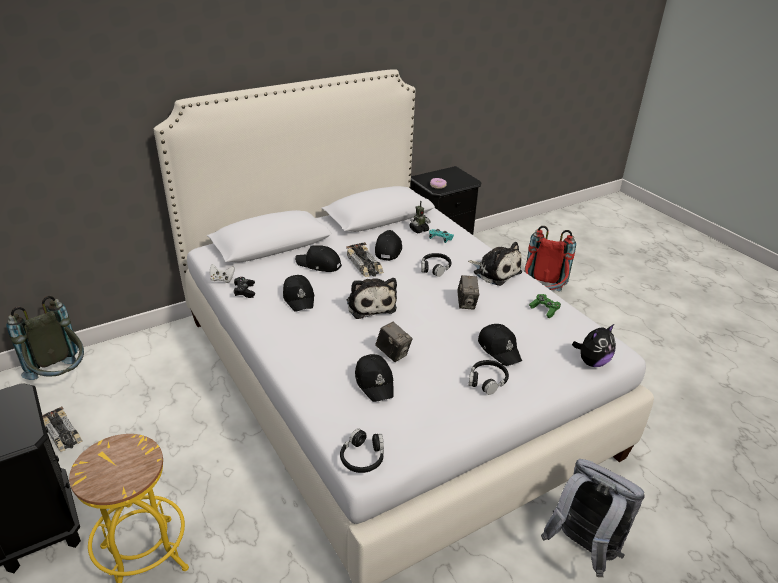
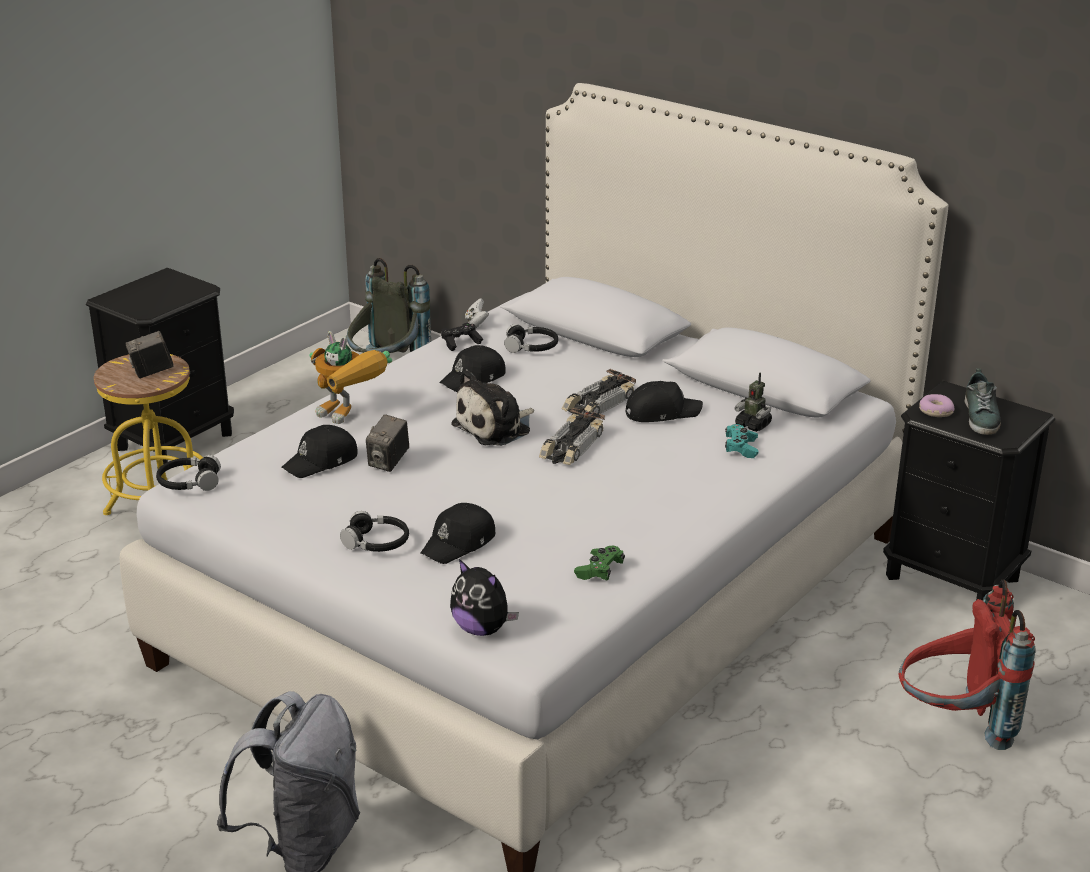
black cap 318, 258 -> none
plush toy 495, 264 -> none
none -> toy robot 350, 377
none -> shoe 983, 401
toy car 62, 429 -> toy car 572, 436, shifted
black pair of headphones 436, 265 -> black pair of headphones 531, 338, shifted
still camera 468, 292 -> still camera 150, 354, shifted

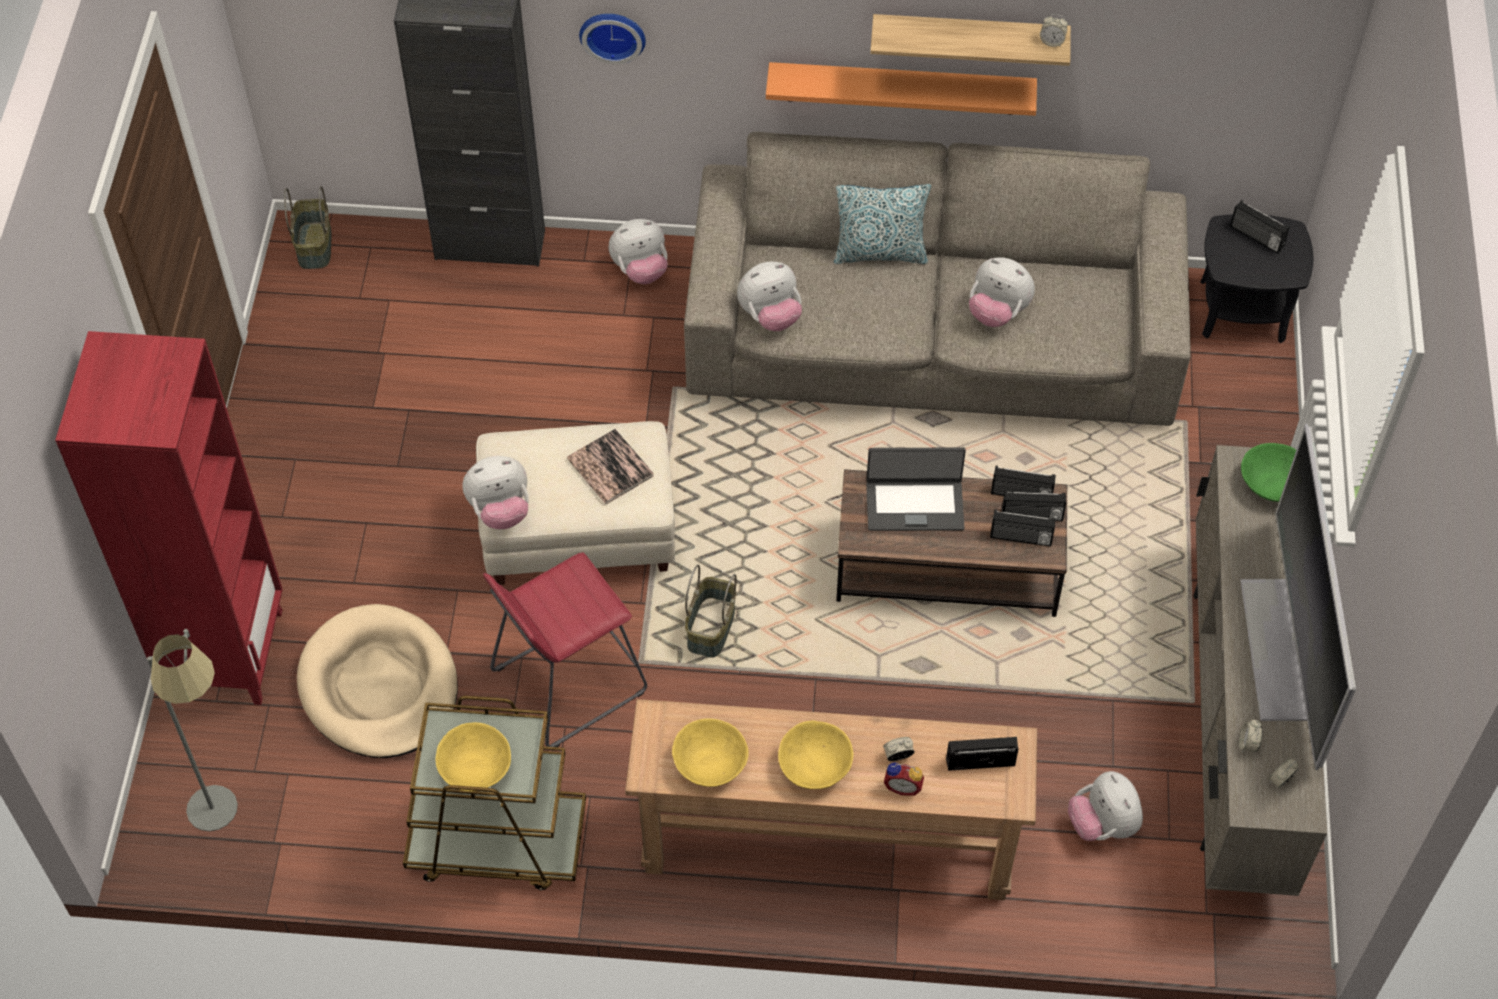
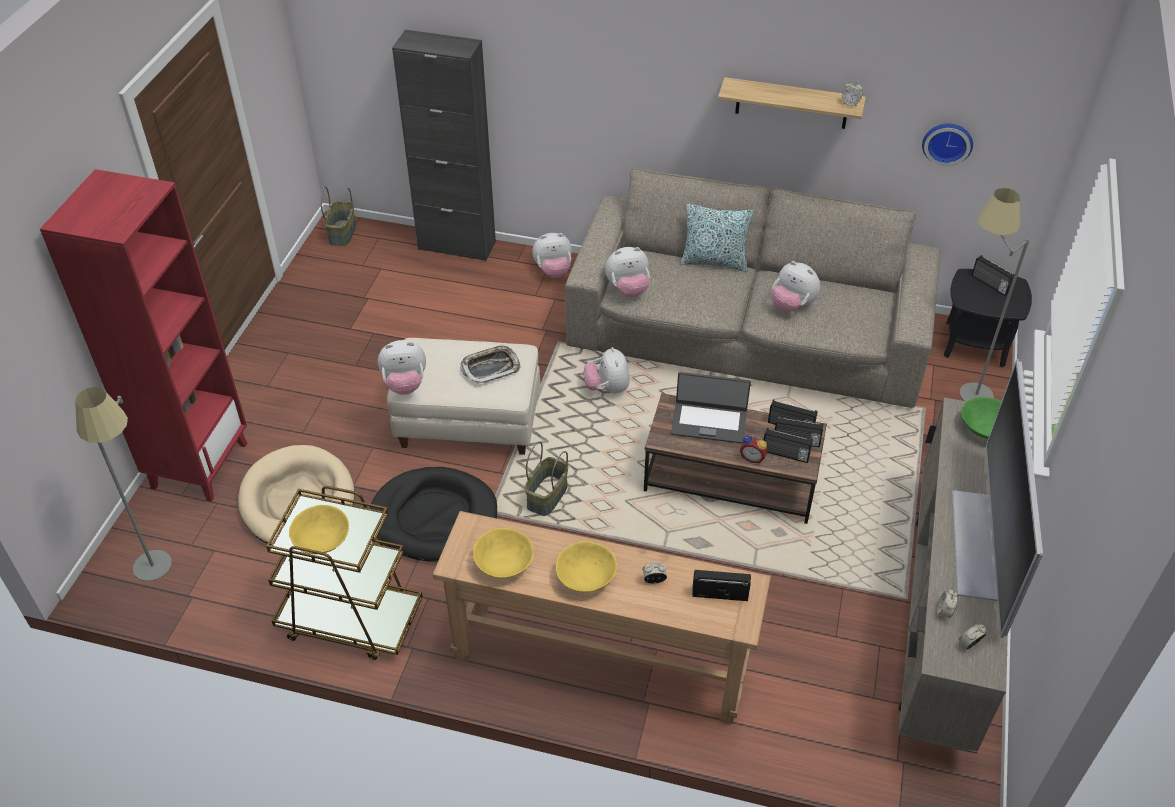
orange-coloured wall shelf 901, 89 -> none
none -> grey standing lamp 994, 294
wall clock 612, 39 -> wall clock 947, 145, shifted
bedside clock 904, 779 -> bedside clock 754, 449, shifted
plush toy 1105, 806 -> plush toy 606, 370, shifted
reddish sitting stool 565, 650 -> black dog cushion 433, 514
bound book 610, 466 -> tray 490, 364

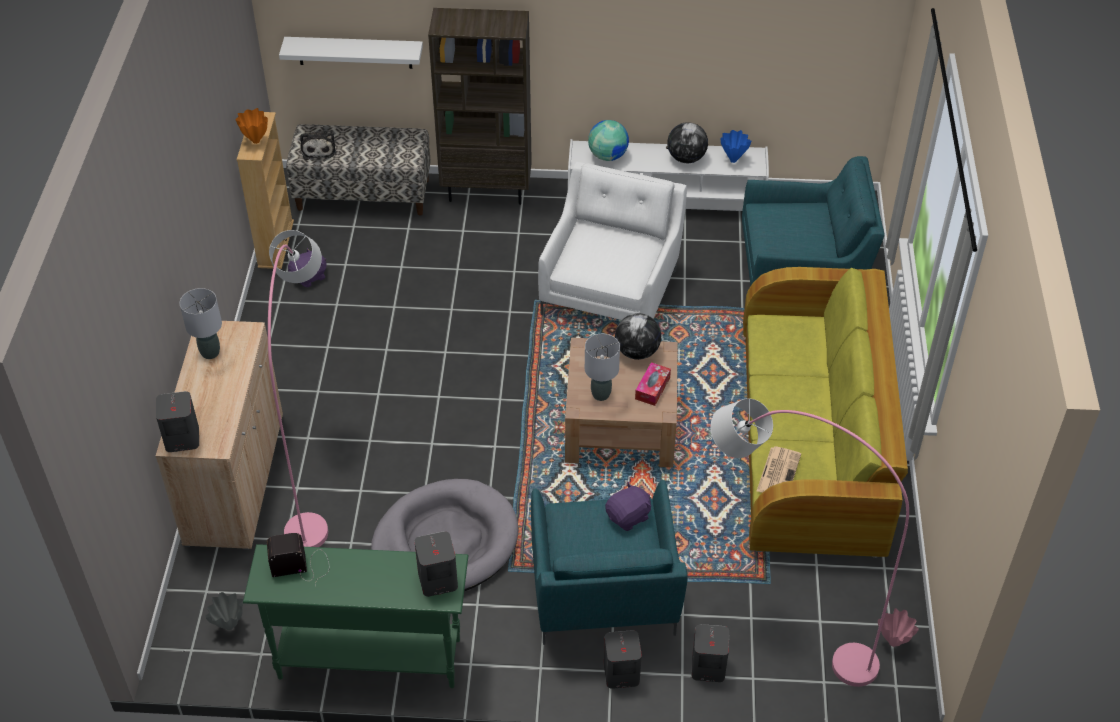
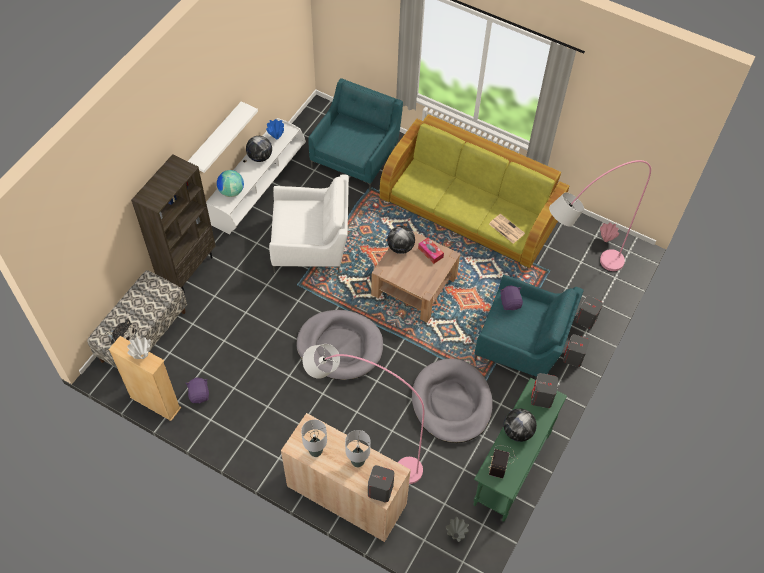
none -> grey dog cushion 339, 345
none -> globe 520, 425
white wall shelf 351, 53 -> white wall shelf 223, 137, shifted
grey table lamp 602, 367 -> grey table lamp 357, 448, shifted
orange-coloured flower vase 251, 126 -> white flower vase 139, 348
white easy chair 612, 241 -> white easy chair 309, 223, 135 degrees clockwise

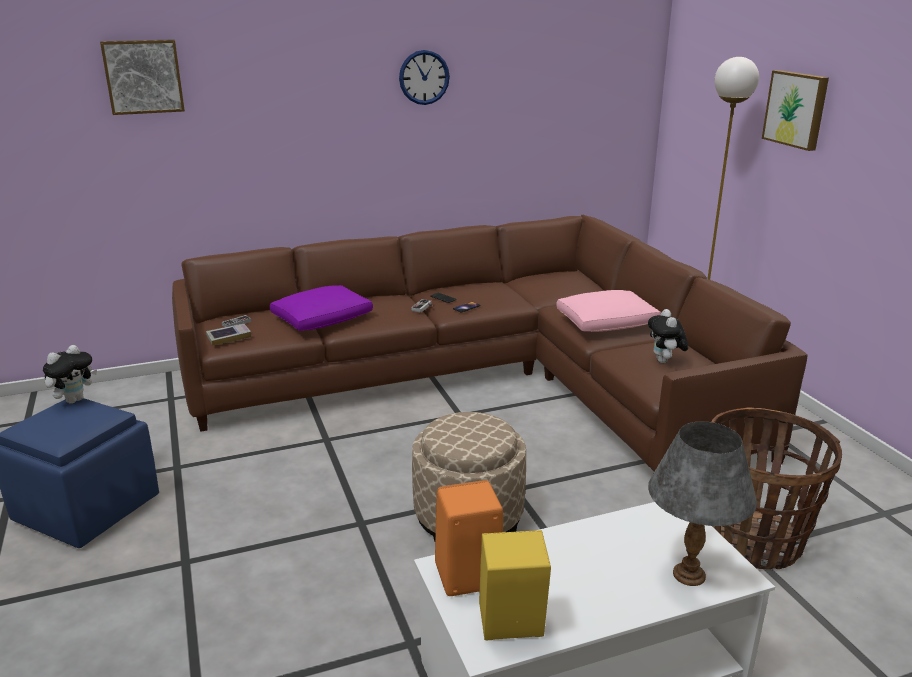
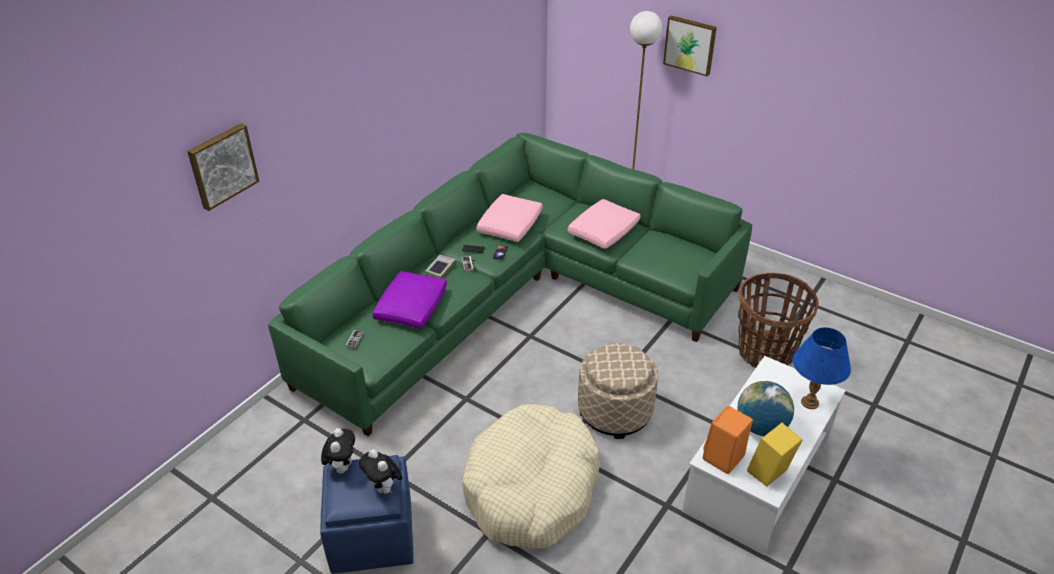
wall clock 424, 77 -> none
none -> sand-coloured dog cushion 531, 476
none -> pink throw pillow 509, 218
none -> globe 765, 408
bound book 228, 335 -> bound book 440, 267, shifted
plush toy 668, 336 -> plush toy 381, 471, shifted
brownish sofa 489, 343 -> green-coloured sofa 510, 284
grey table lamp 702, 503 -> blue table lamp 822, 368

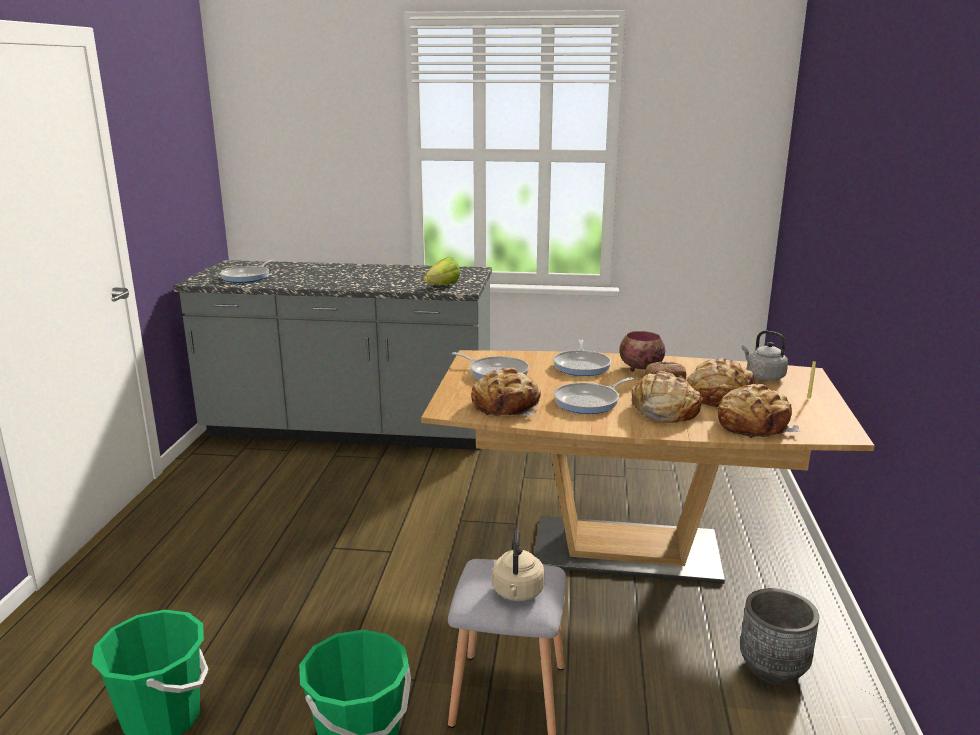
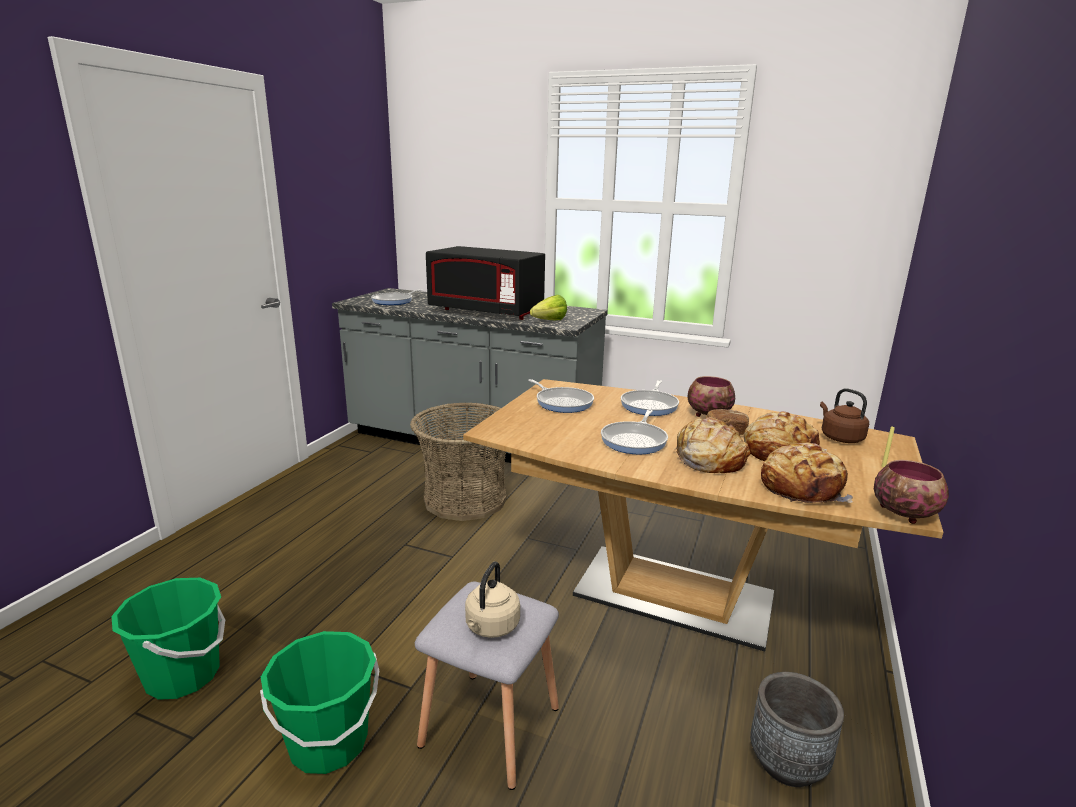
bakery bread 506, 391 -> none
none -> storage basket 458, 461
none -> black microwave oven 485, 283
none -> deep dish 911, 492
grey kettle 765, 356 -> brownish kettle 844, 415
skillet 593, 395 -> skillet 634, 432, 45 degrees counterclockwise

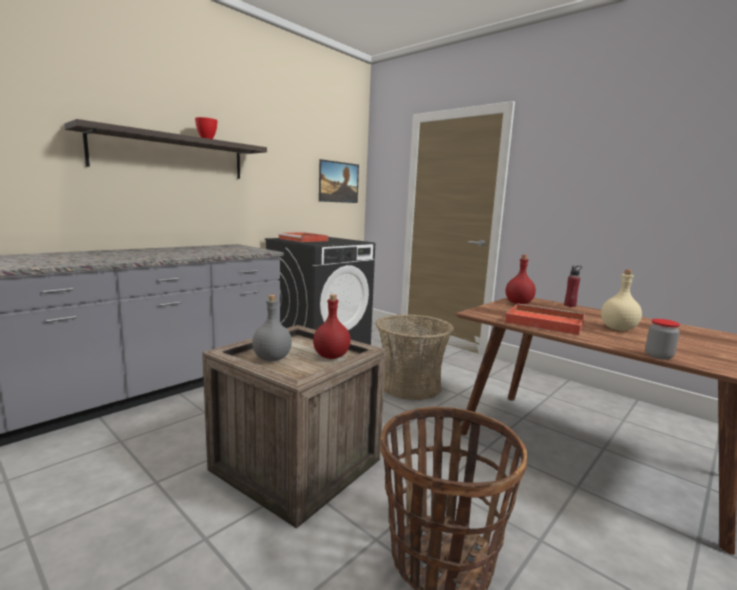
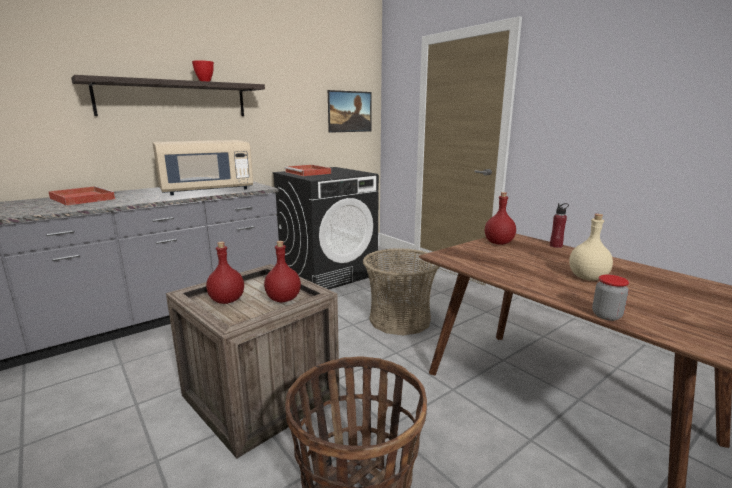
none -> sand-coloured microwave oven 203, 167
reddish tray 545, 319 -> reddish tray 82, 196, shifted
grey bottle 272, 328 -> reddish bottle 225, 273

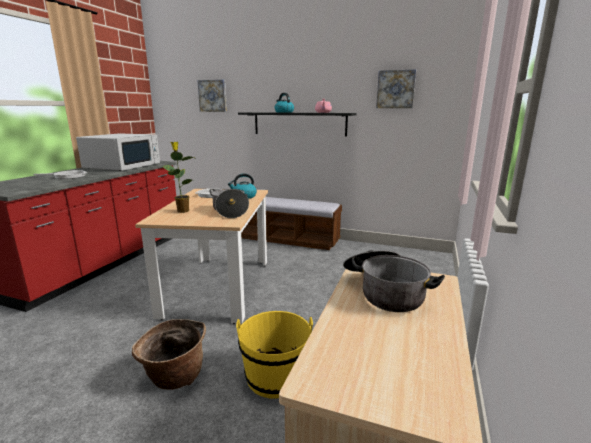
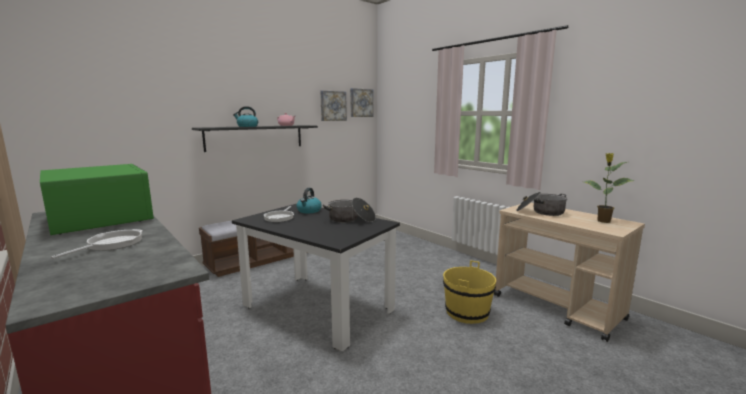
storage basket 169, 354 -> none
houseplant 179, 177 -> houseplant 609, 188, shifted
picture 212, 96 -> picture 362, 102, shifted
white microwave oven 118, 152 -> green-coloured microwave oven 97, 199
sand-coloured kitchen table 201, 256 -> black kitchen table 316, 278

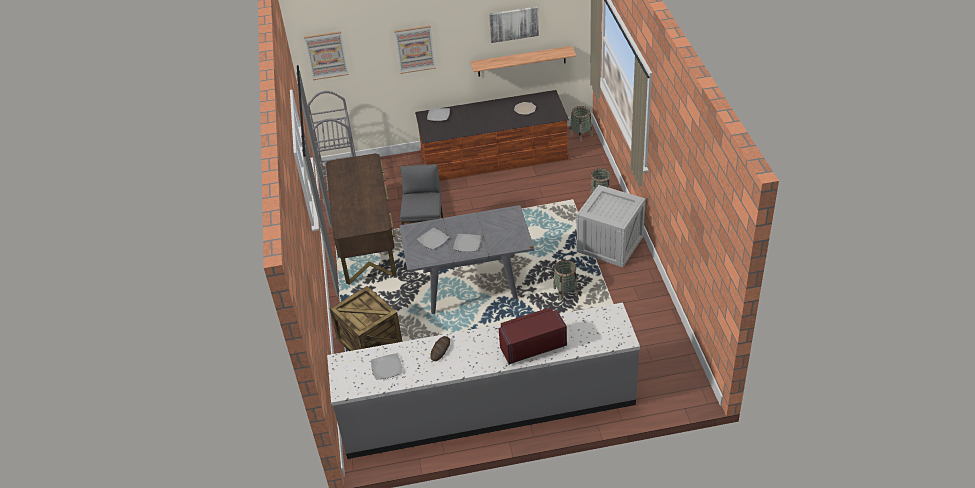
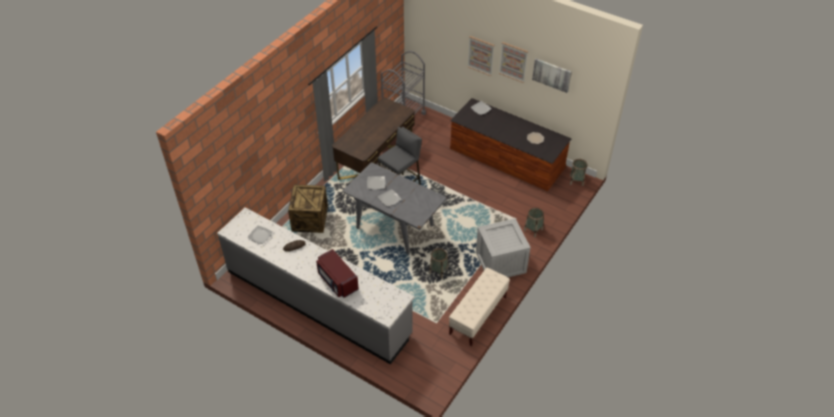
wall shelf 523, 61 -> none
none -> sand-coloured long seat 479, 307
picture 326, 55 -> picture 513, 62, shifted
reddish microwave oven 532, 336 -> reddish microwave oven 337, 273, 150 degrees counterclockwise

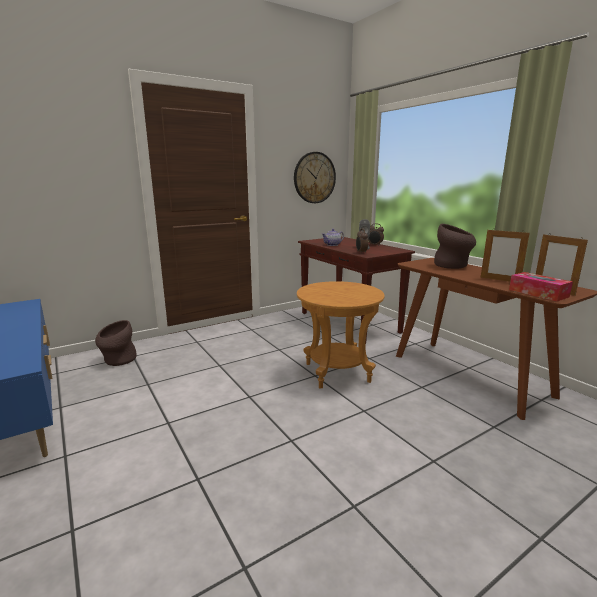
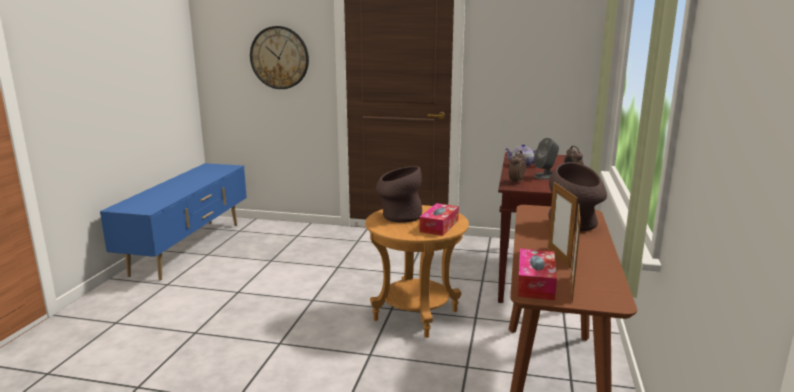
none -> tissue holder 439, 219
brownish flower vase 116, 343 -> brownish flower vase 399, 194, shifted
wall clock 315, 177 -> wall clock 279, 57, shifted

